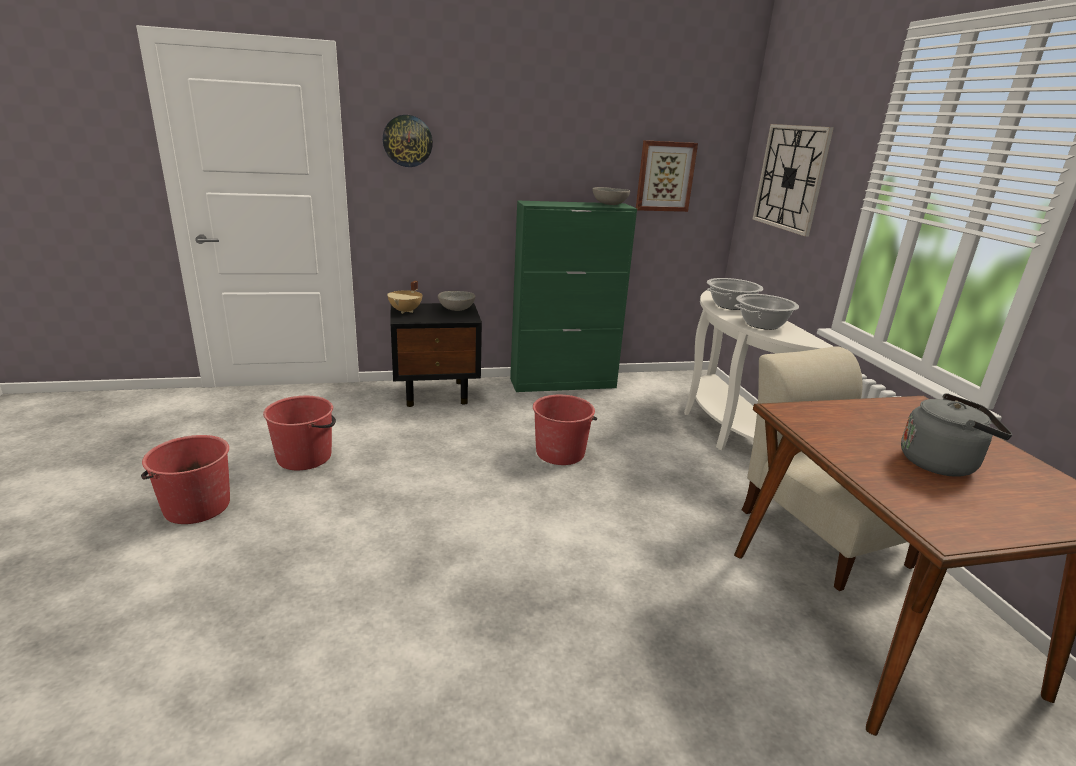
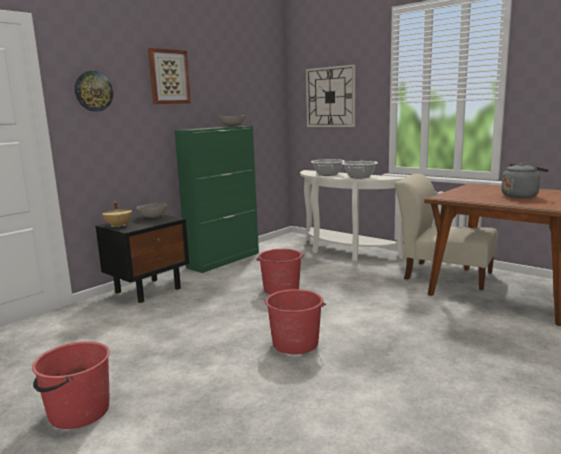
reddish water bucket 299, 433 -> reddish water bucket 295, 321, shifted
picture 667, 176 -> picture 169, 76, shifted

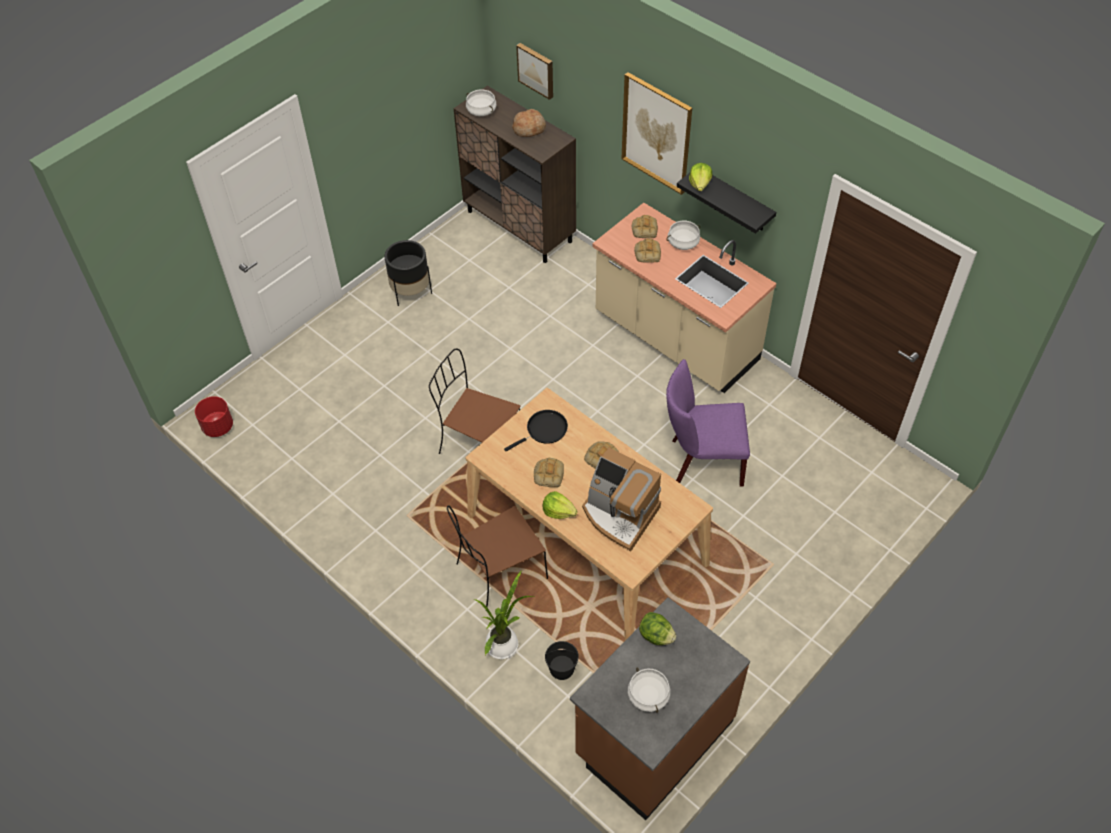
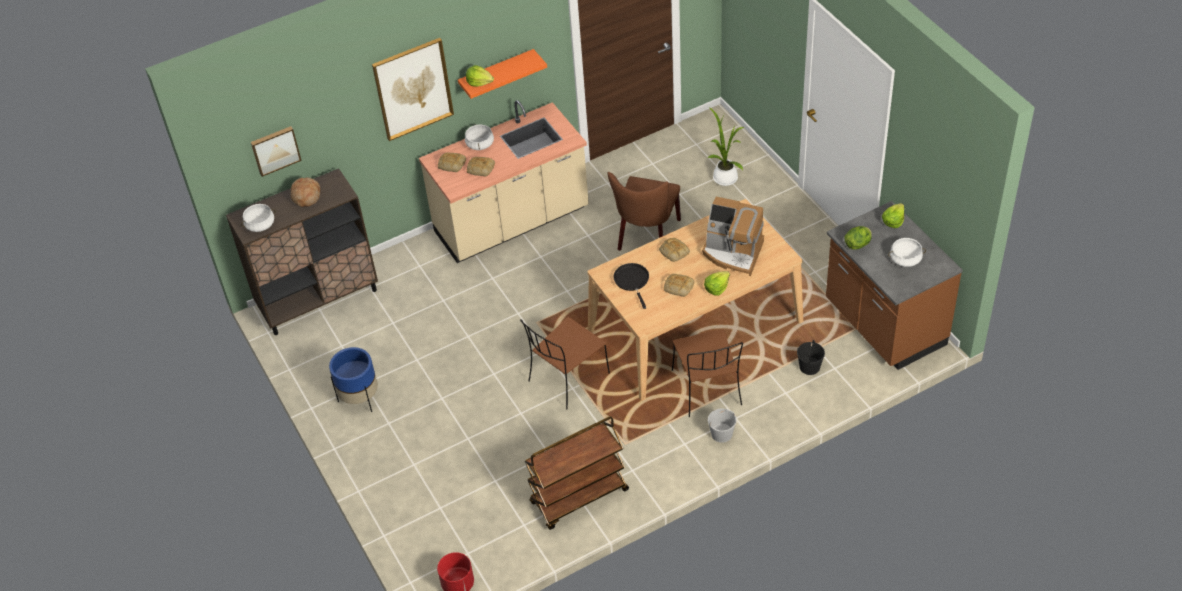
none -> brownish cart 577, 473
none -> white water bucket 722, 425
none -> head of lettuce 893, 215
houseplant 504, 614 -> houseplant 726, 146, shifted
black planter 408, 273 -> blue planter 353, 379
purple upright chair 708, 423 -> brownish upright chair 644, 211
black wall shelf 726, 203 -> orange-coloured wall shelf 502, 74
coffee machine 621, 499 -> coffee machine 733, 236, 60 degrees clockwise

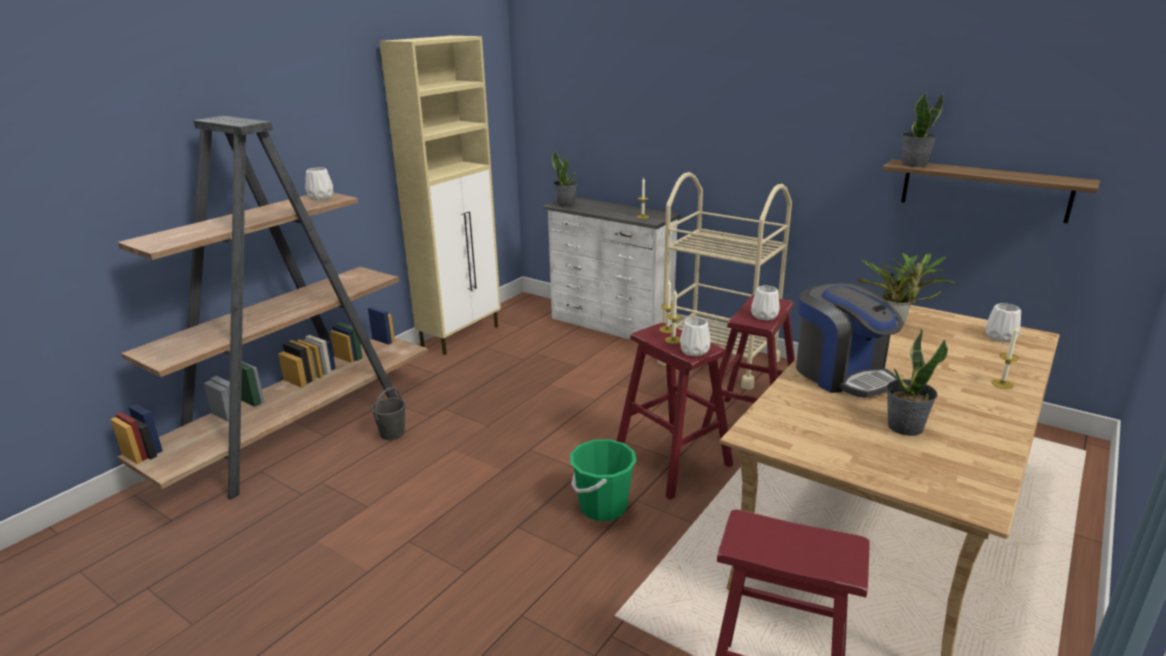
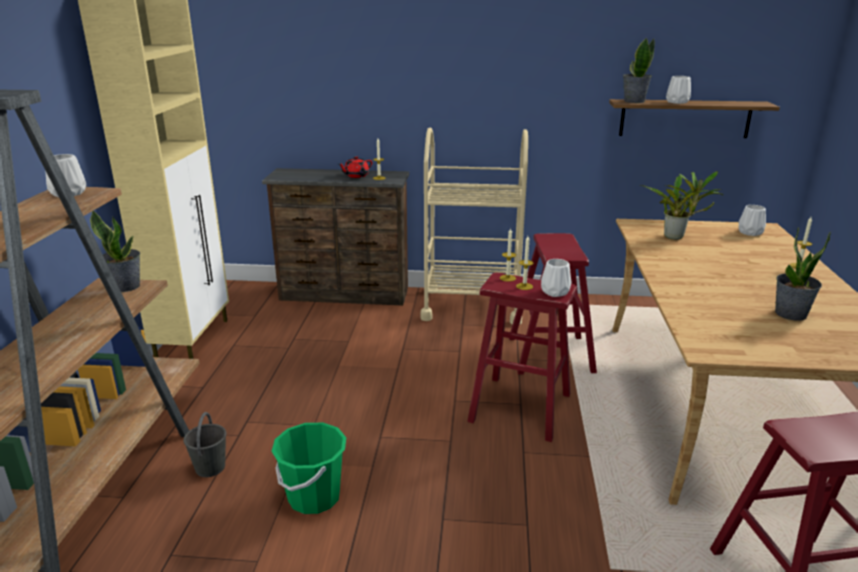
coffee machine 850, 340 -> none
none -> reddish pot for tea 355, 167
houseplant 565, 178 -> houseplant 115, 251, shifted
green-coloured water bucket 603, 480 -> green-coloured water bucket 308, 468, shifted
white flower vase 765, 303 -> white flower vase 678, 90, shifted
white drawer chest 611, 268 -> brownish drawer chest 335, 237

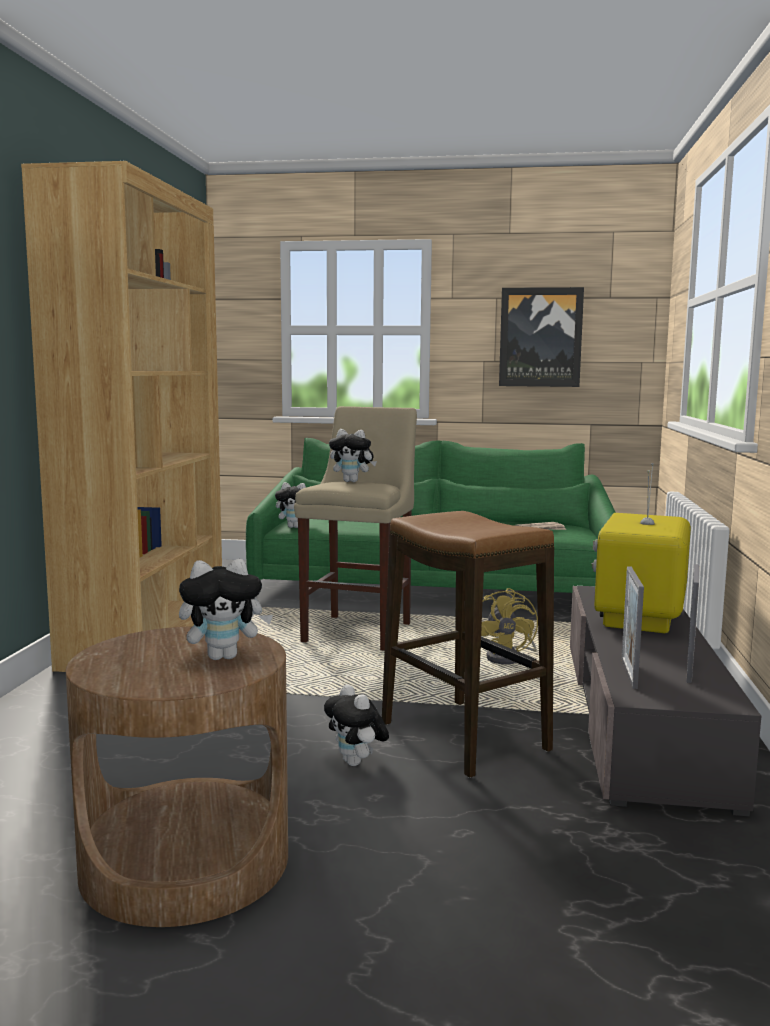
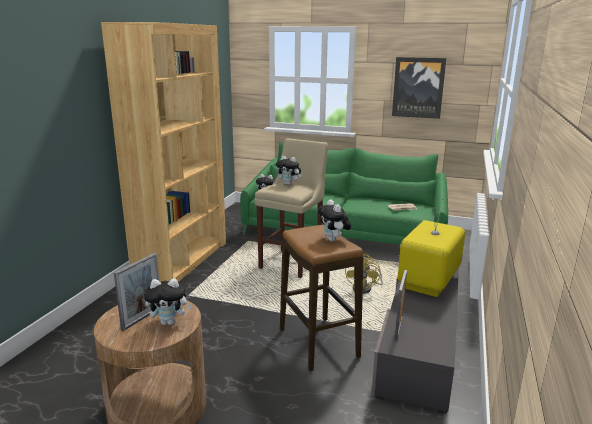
plush toy 356, 725 -> plush toy 334, 220, shifted
picture frame 692, 623 -> picture frame 136, 292, shifted

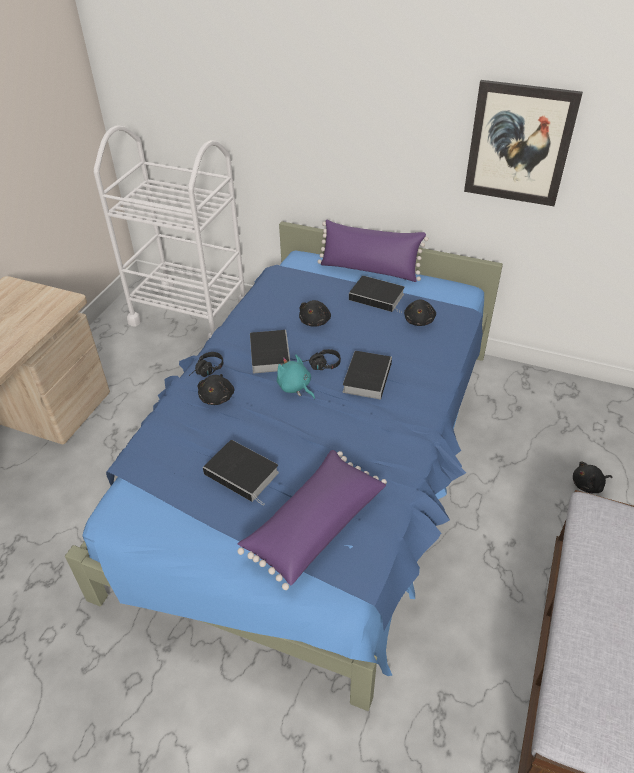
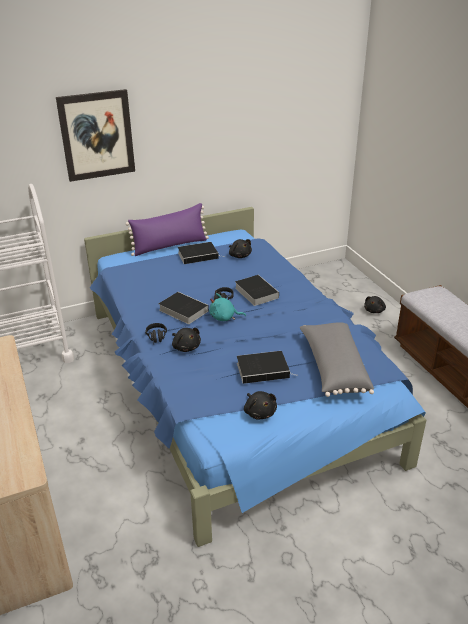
black plush toy 315, 313 -> black plush toy 260, 405, shifted
picture 523, 143 -> picture 95, 135, shifted
purple throw pillow 312, 520 -> grey throw pillow 337, 359

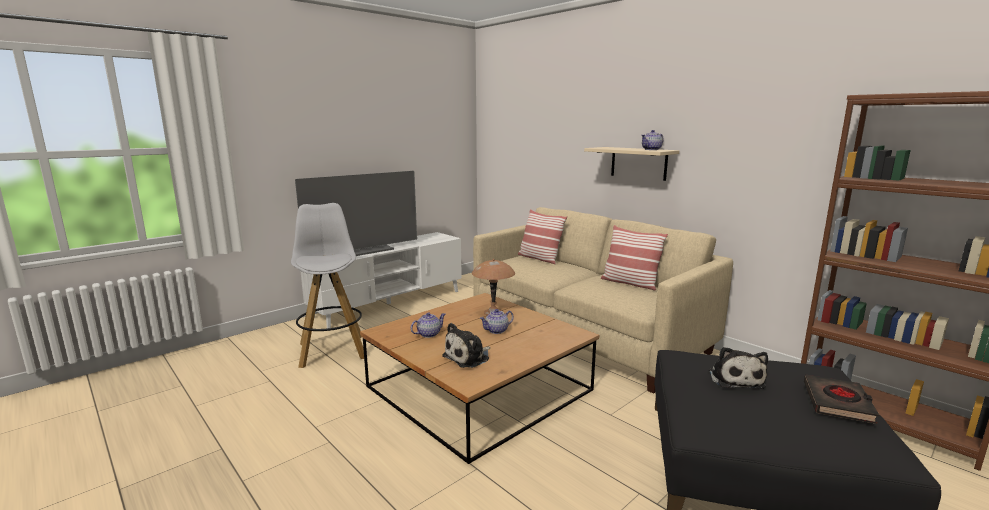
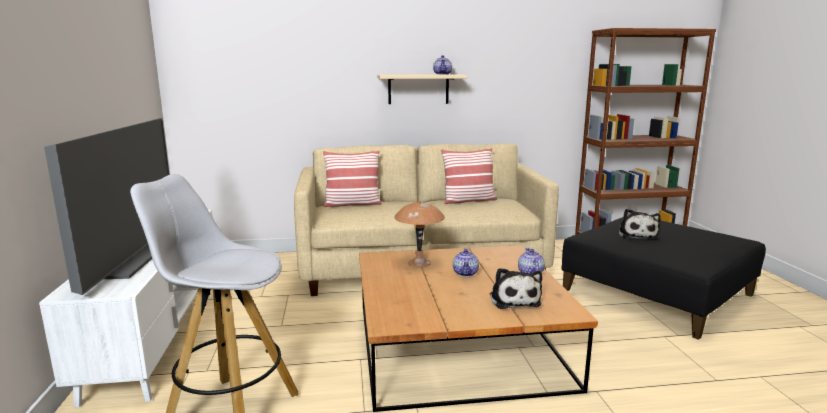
black bound book 841, 399 -> none
pot for tea 428, 325 -> pot for tea 531, 261, shifted
plush toy 738, 368 -> plush toy 639, 224, 60 degrees clockwise

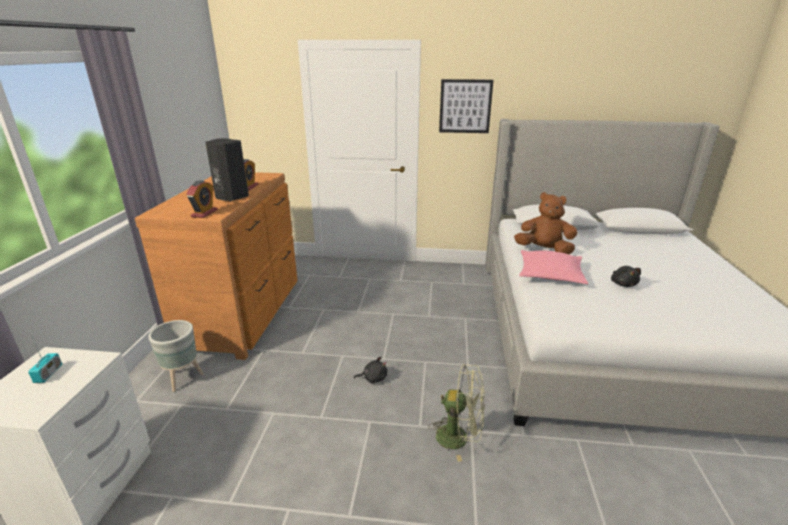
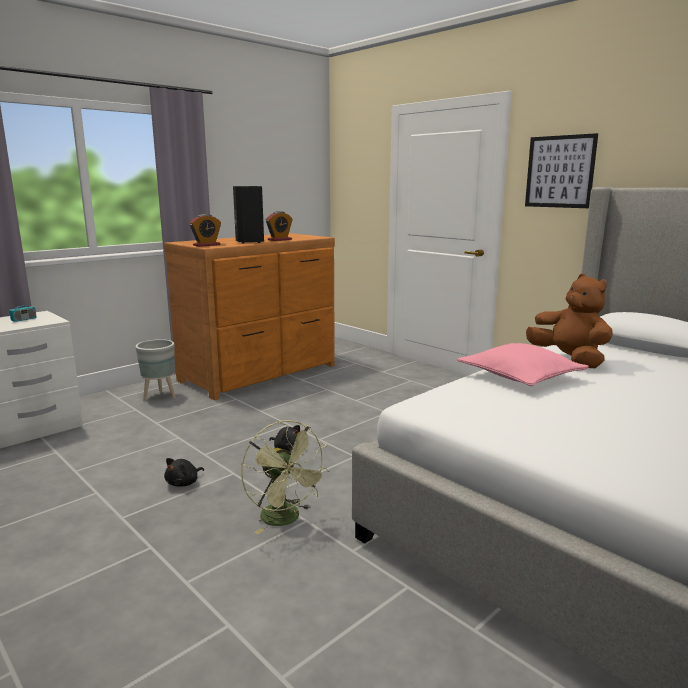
black plush toy 626, 276 -> black plush toy 184, 472, shifted

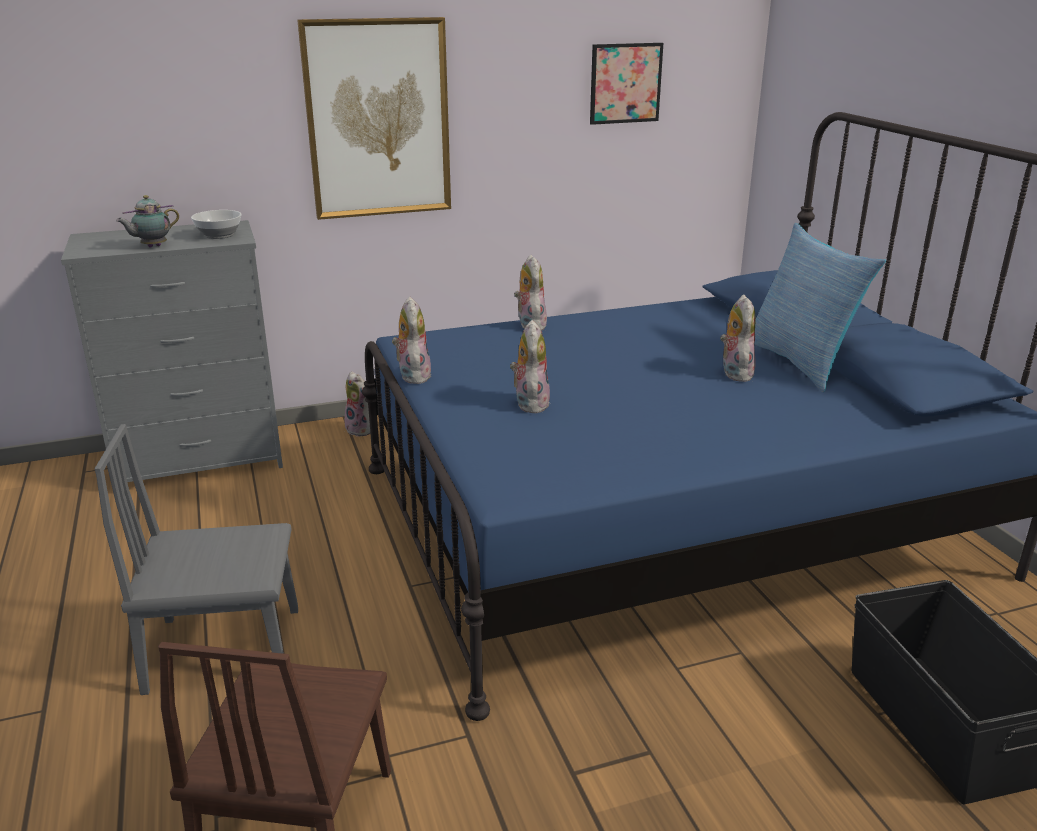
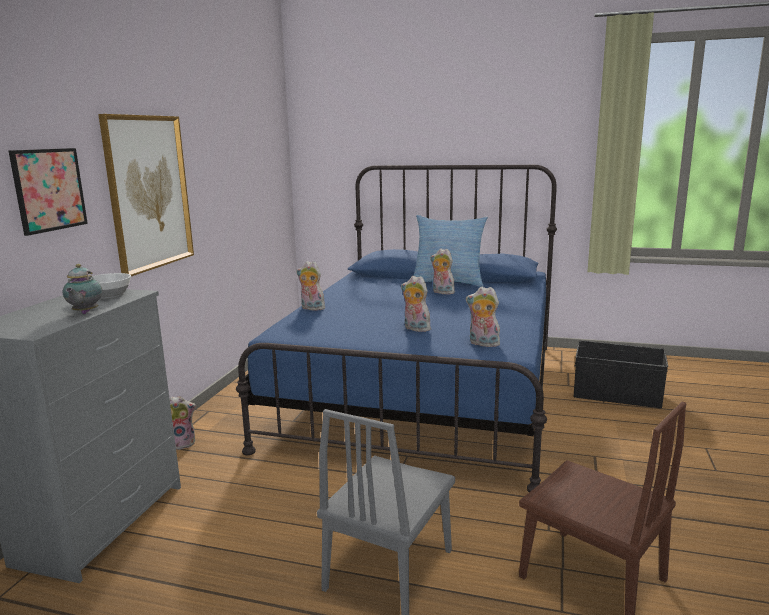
plush toy 412, 340 -> plush toy 484, 317, shifted
picture 626, 84 -> picture 48, 192, shifted

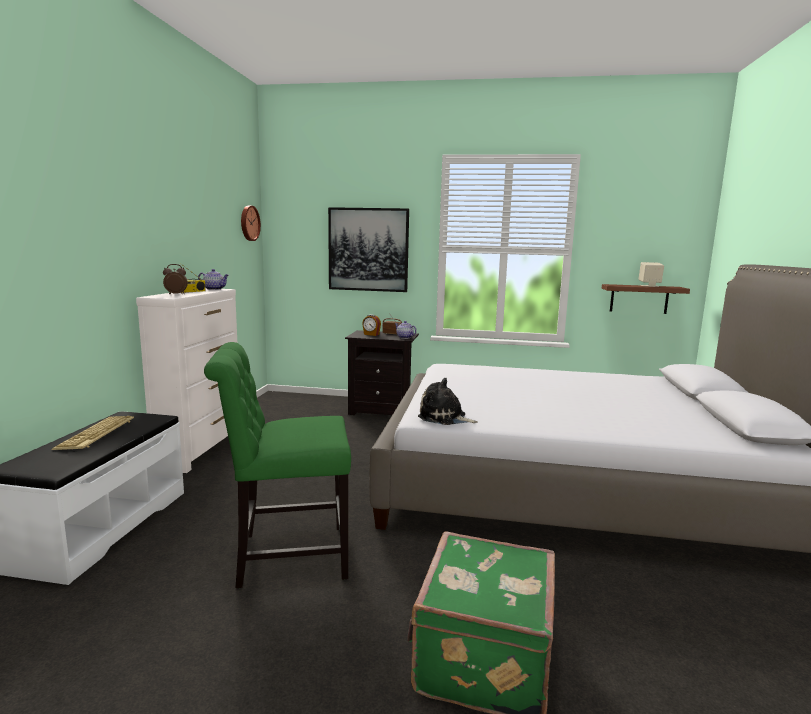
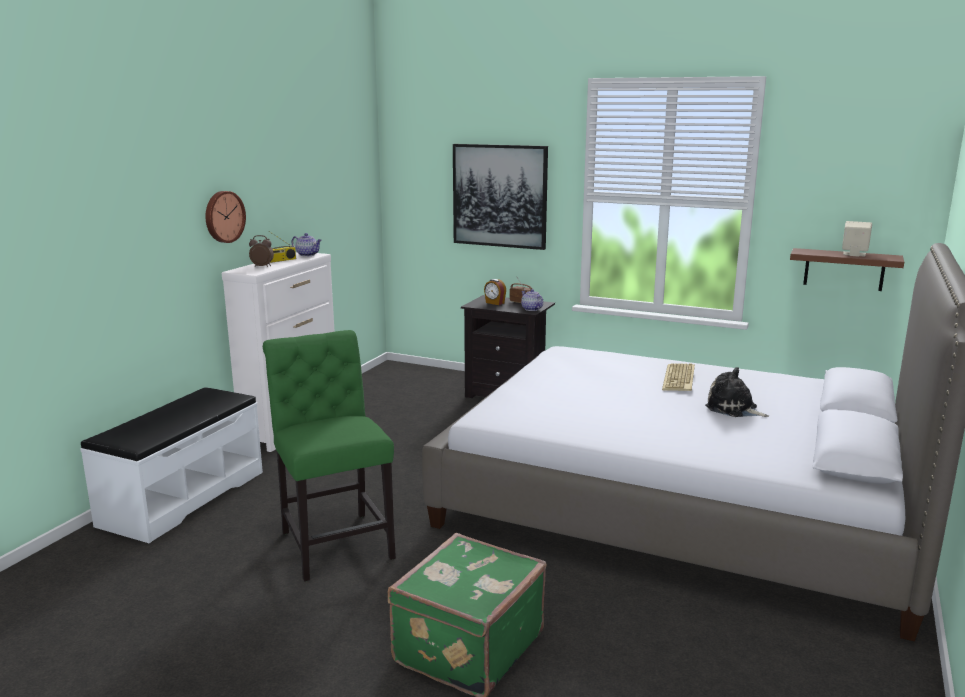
computer keyboard 93, 433 -> computer keyboard 678, 377, shifted
wall clock 251, 223 -> wall clock 225, 217, shifted
plush toy 448, 401 -> plush toy 737, 392, shifted
green-coloured upright chair 277, 465 -> green-coloured upright chair 329, 455, 60 degrees clockwise

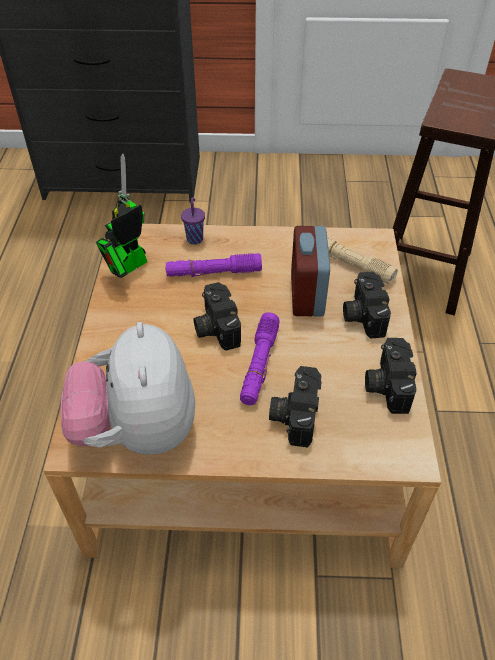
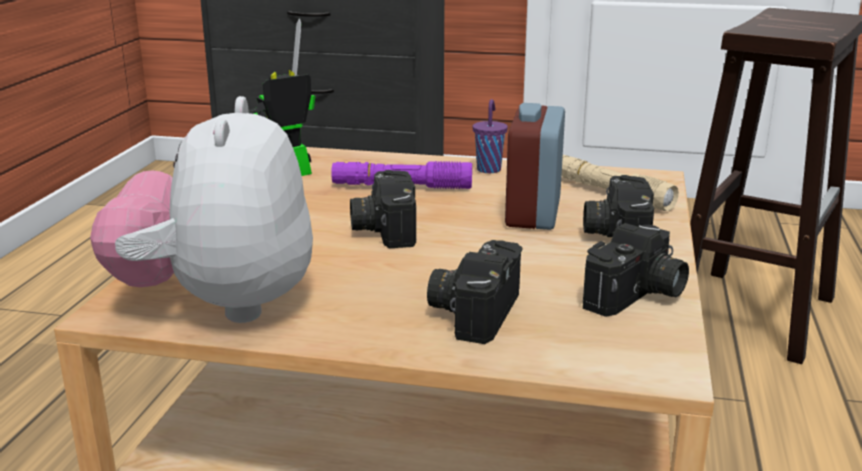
purple hand torch 260, 358 -> none
purple drinking cup 193, 221 -> purple drinking cup 490, 136, shifted
still camera 391, 376 -> still camera 636, 270, 150 degrees counterclockwise

